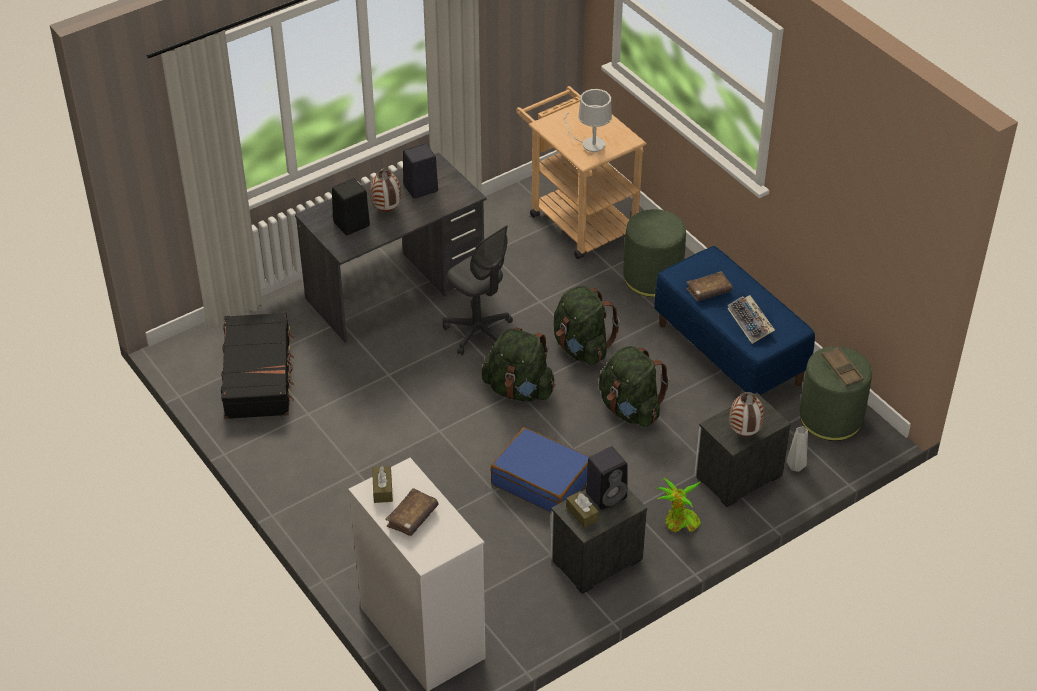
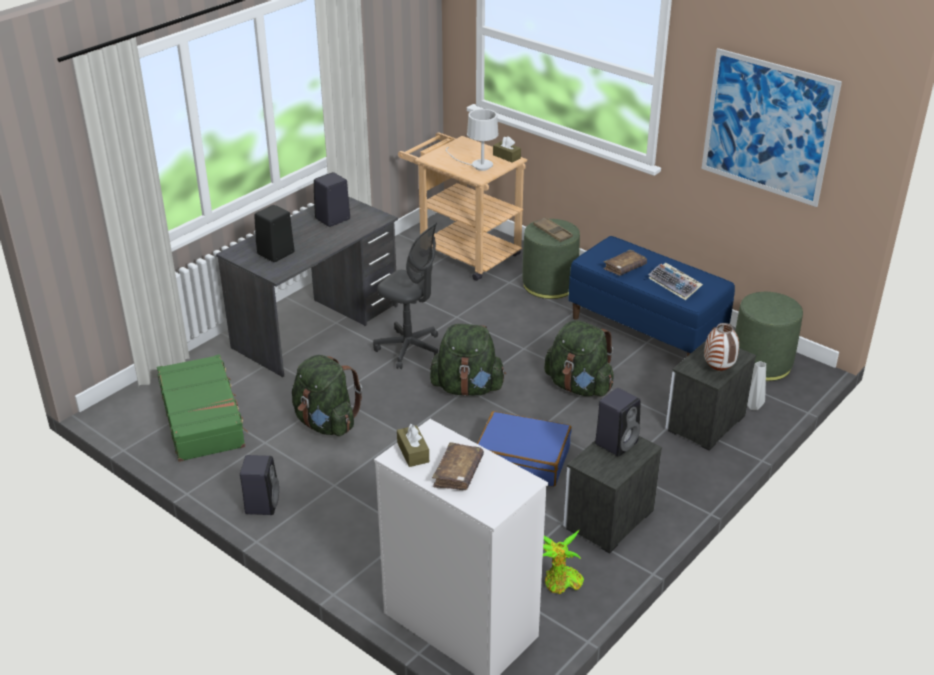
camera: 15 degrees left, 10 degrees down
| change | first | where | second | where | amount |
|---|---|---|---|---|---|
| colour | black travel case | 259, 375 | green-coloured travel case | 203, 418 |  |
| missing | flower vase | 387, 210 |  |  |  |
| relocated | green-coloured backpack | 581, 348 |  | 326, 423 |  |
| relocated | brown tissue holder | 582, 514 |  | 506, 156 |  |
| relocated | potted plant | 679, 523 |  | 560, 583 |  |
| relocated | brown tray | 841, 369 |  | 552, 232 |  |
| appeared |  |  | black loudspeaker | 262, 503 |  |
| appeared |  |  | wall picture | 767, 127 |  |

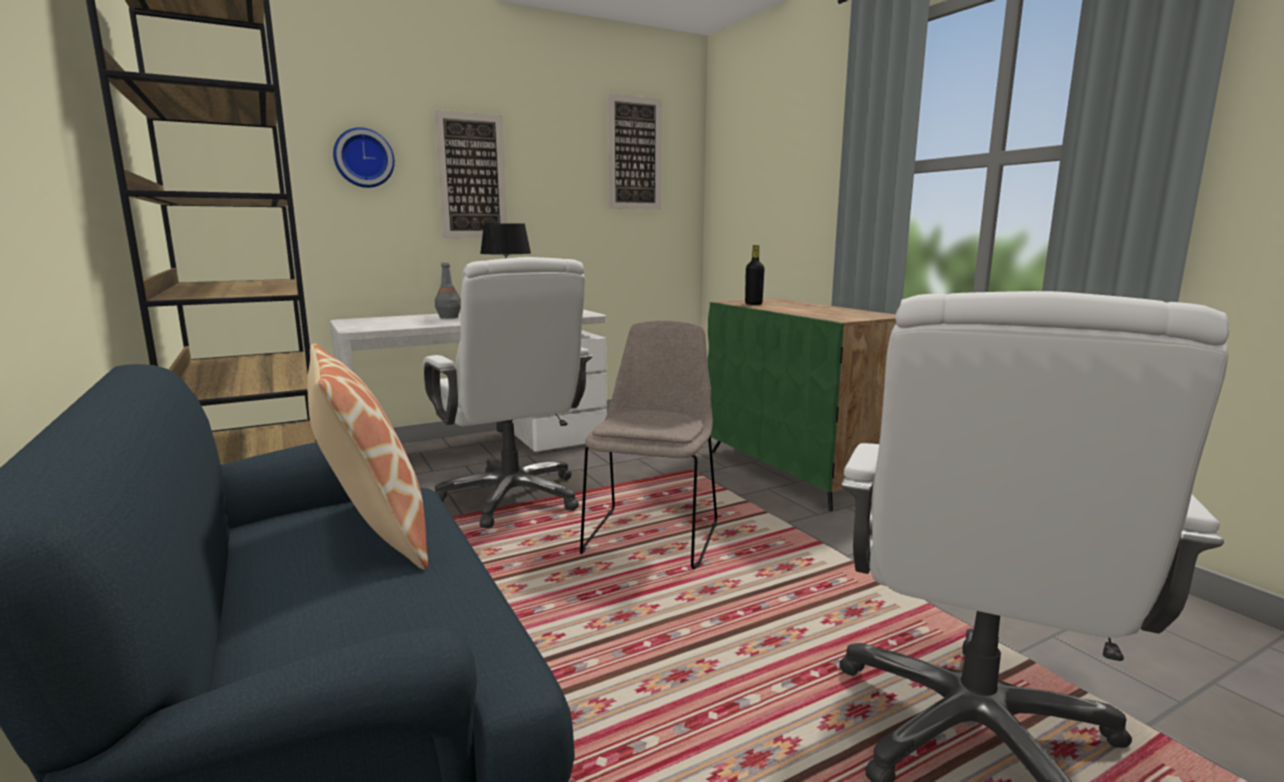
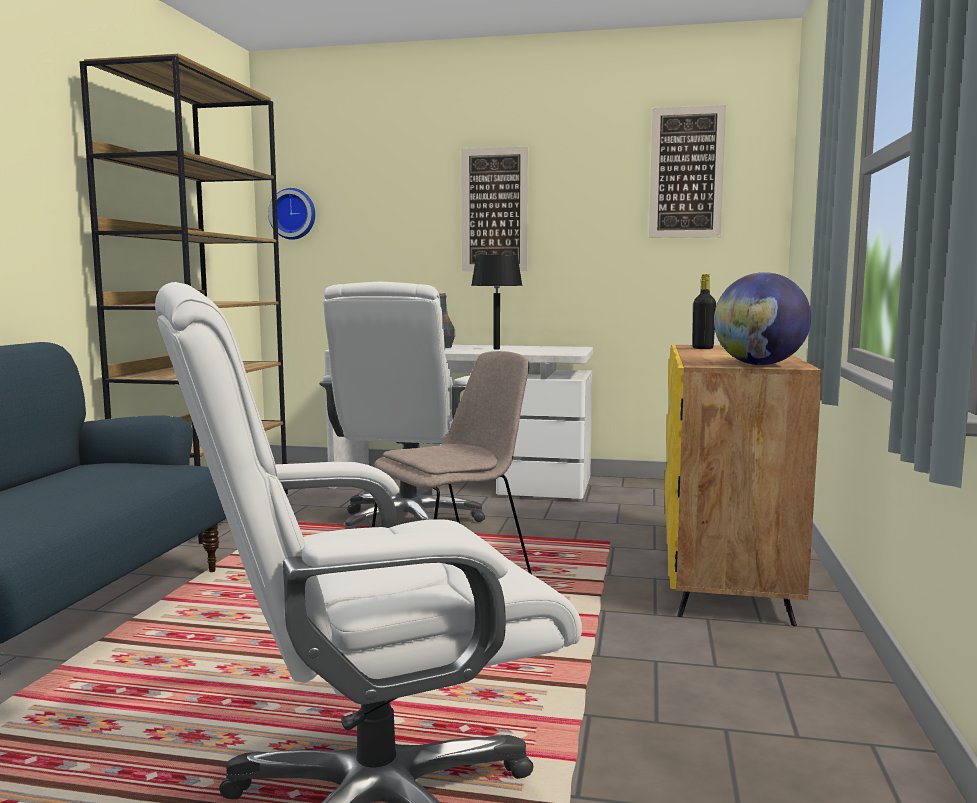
camera: 40 degrees right, 5 degrees down
| change | first | where | second | where | amount |
|---|---|---|---|---|---|
| missing | pillow | 373, 532 |  |  |  |
| relocated | wall clock | 363, 158 |  | 293, 214 |  |
| colour | green-coloured cupboard | 794, 472 | yellowish cupboard | 725, 572 |  |
| appeared |  |  | globe | 759, 364 |  |

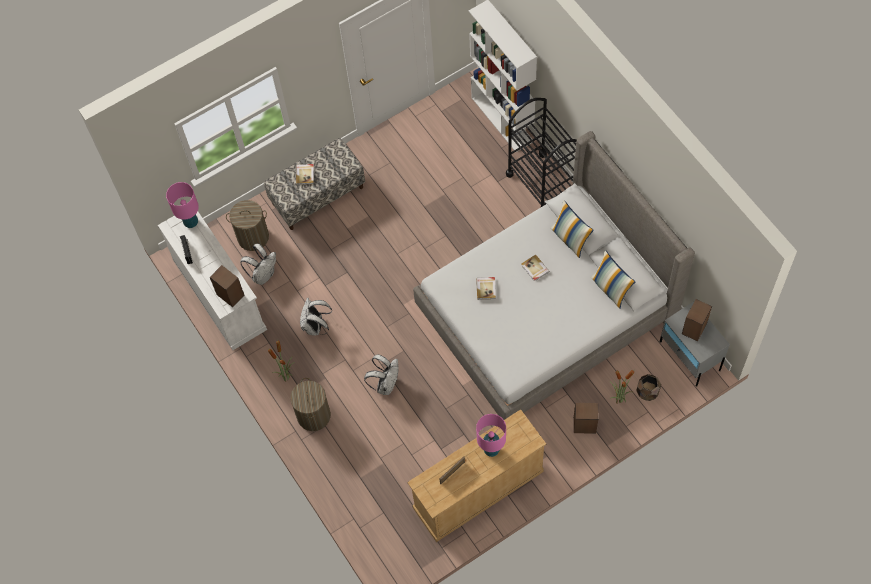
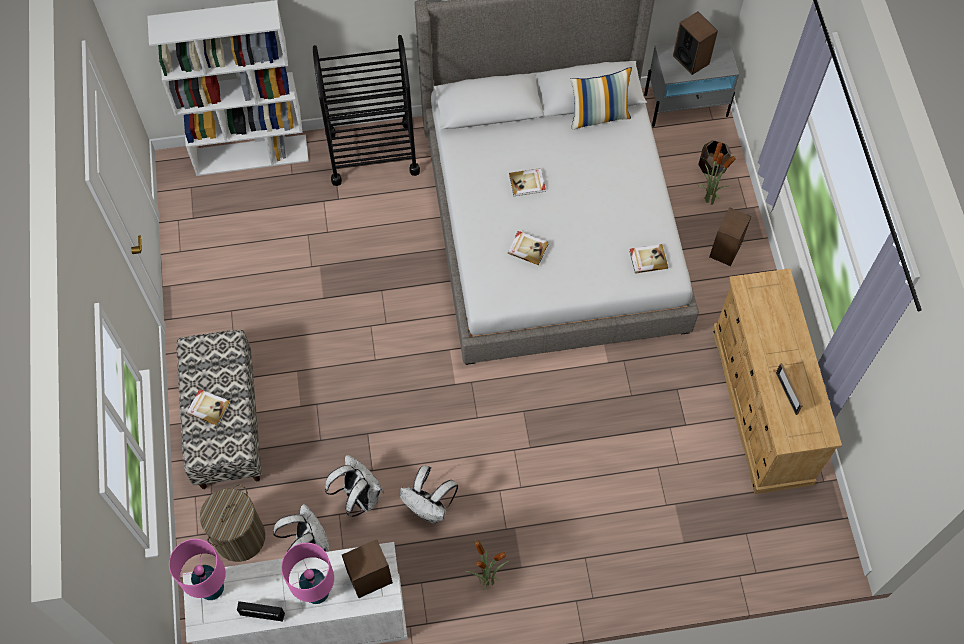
camera: 70 degrees left, 0 degrees up
| change | first | where | second | where | amount |
|---|---|---|---|---|---|
| missing | hamper | 313, 415 |  |  |  |
| relocated | whitish backpack | 386, 384 |  | 359, 496 |  |
| relocated | pinkish tabletop lamp | 491, 449 |  | 316, 592 |  |
| missing | pillow | 570, 239 |  |  |  |
| appeared |  |  | book | 647, 259 |  |

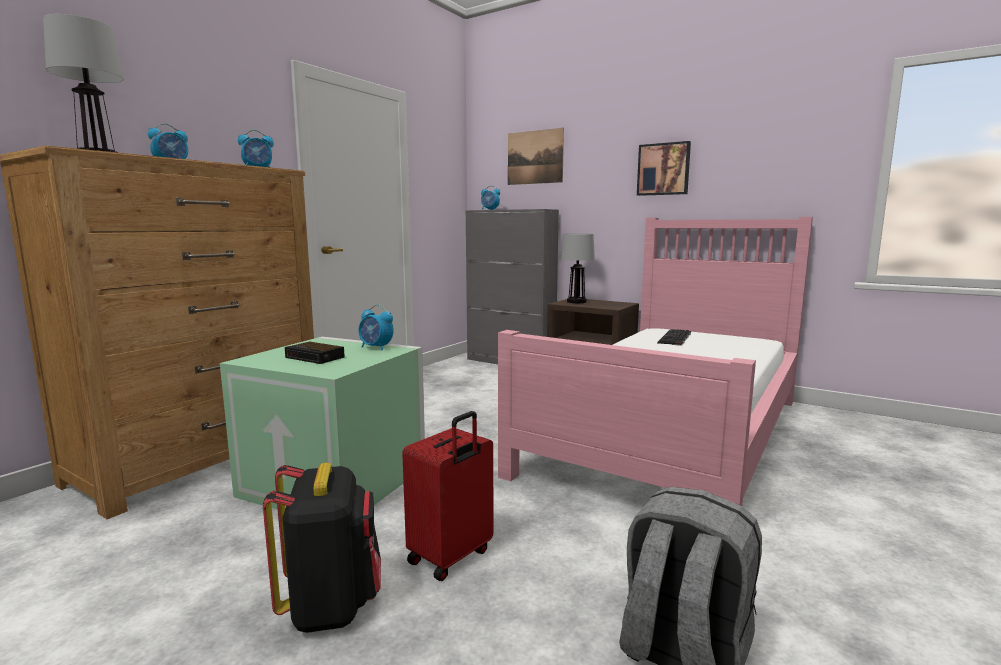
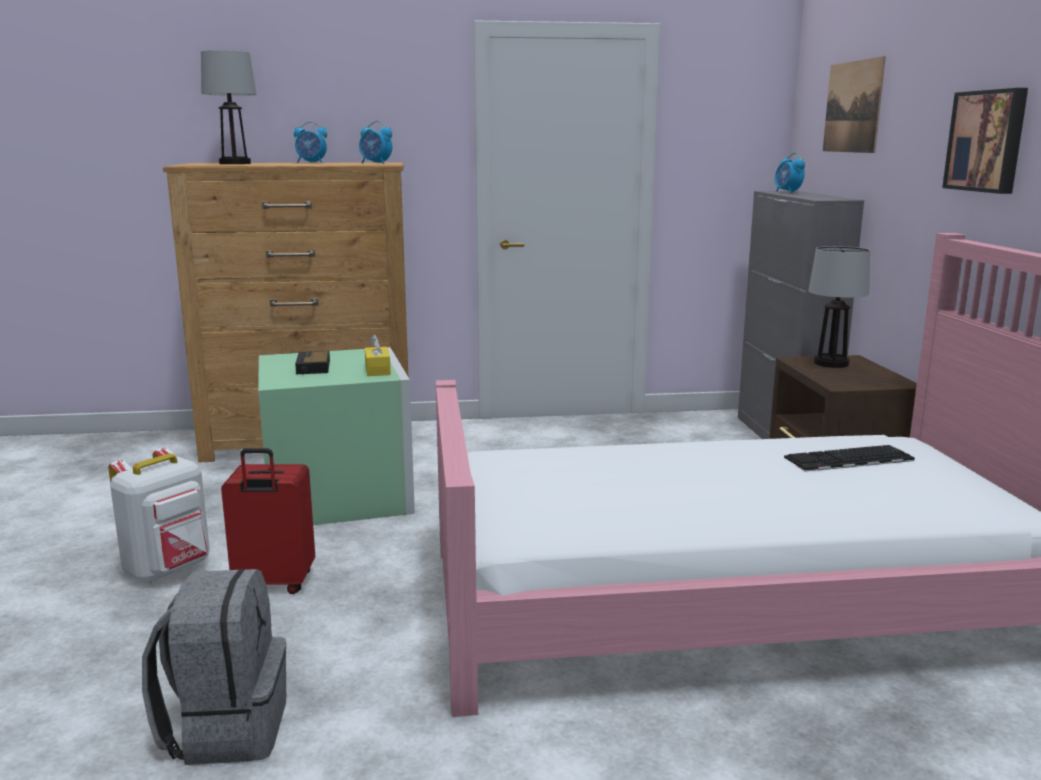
camera: 50 degrees right, 5 degrees up
| change | first | where | second | where | amount |
|---|---|---|---|---|---|
| colour | black backpack | 331, 606 | whitish backpack | 169, 570 |  |
| exchanged | alarm clock | 376, 347 | yellowish tissue holder | 377, 370 |  |

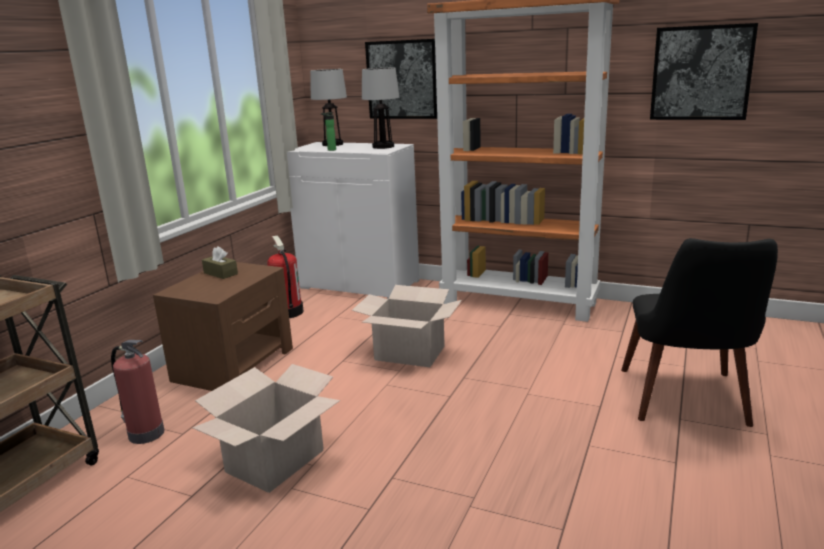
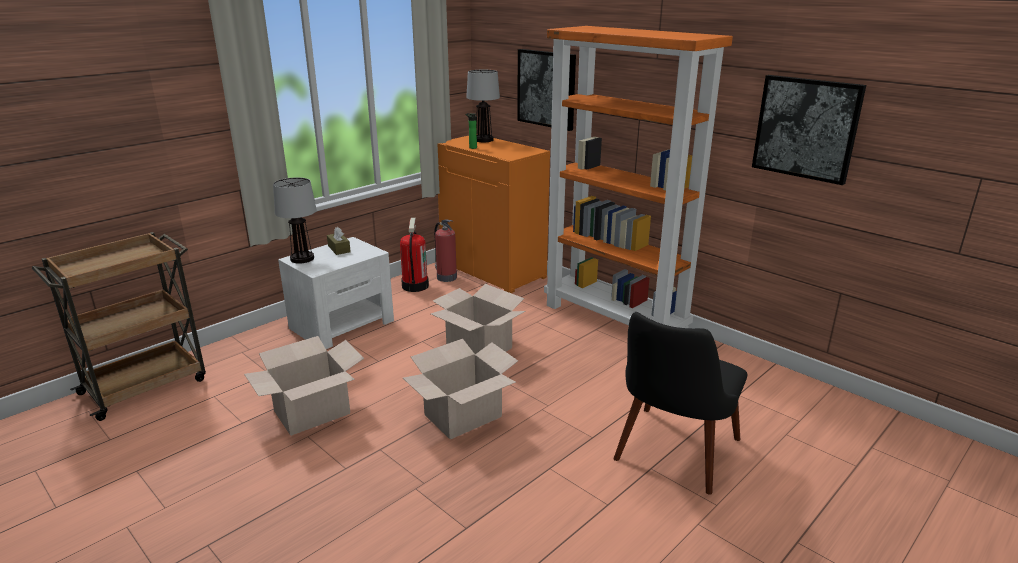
camera: 20 degrees right, 5 degrees up
| change | first | where | second | where | amount |
|---|---|---|---|---|---|
| relocated | fire extinguisher | 145, 433 |  | 446, 277 |  |
| colour | brown nightstand | 234, 364 | whitish nightstand | 342, 324 |  |
| colour | whitish cupboard | 360, 284 | orange-coloured cupboard | 494, 270 |  |
| relocated | tabletop lamp | 383, 146 |  | 302, 258 |  |
| appeared |  |  | carton | 463, 415 |  |

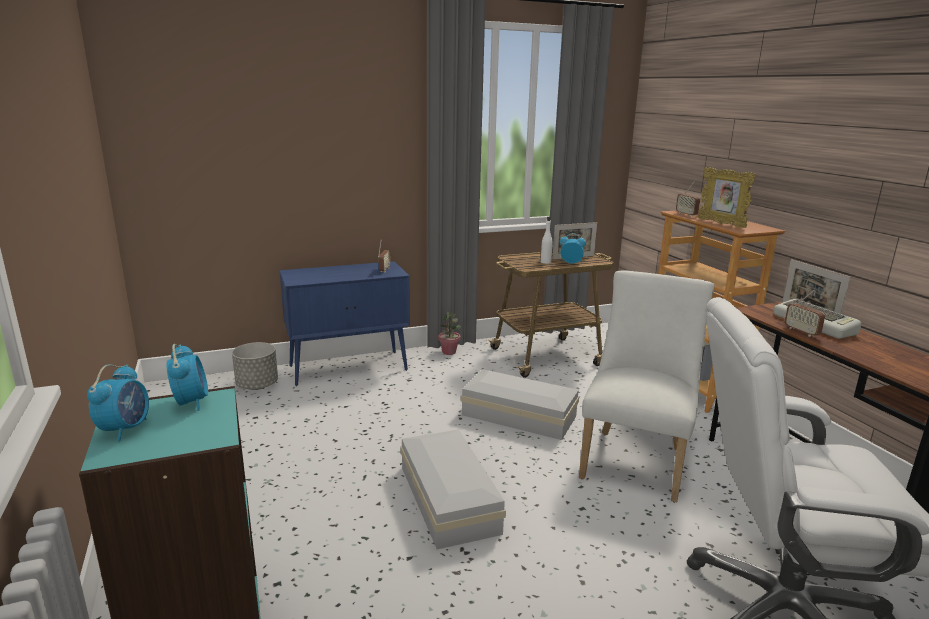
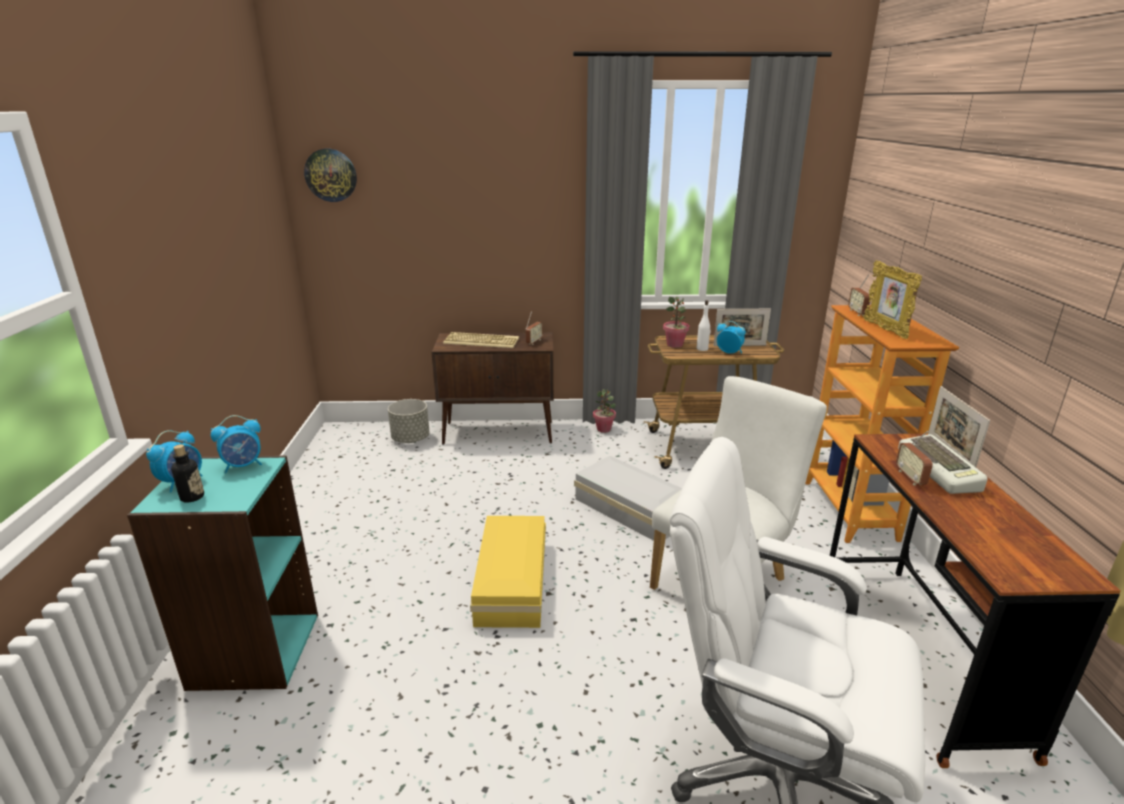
camera: 20 degrees right, 5 degrees up
| change | first | where | second | where | amount |
|---|---|---|---|---|---|
| spun | alarm clock | 191, 402 |  | 243, 466 | 60 degrees clockwise |
| colour | bluish cupboard | 349, 368 | brown cupboard | 499, 433 |  |
| colour | whitish storage bin | 449, 497 | yellowish storage bin | 513, 580 |  |
| appeared |  |  | beverage bottle | 192, 497 |  |
| appeared |  |  | wall clock | 331, 175 |  |
| appeared |  |  | computer keyboard | 482, 341 |  |
| appeared |  |  | potted plant | 675, 345 |  |

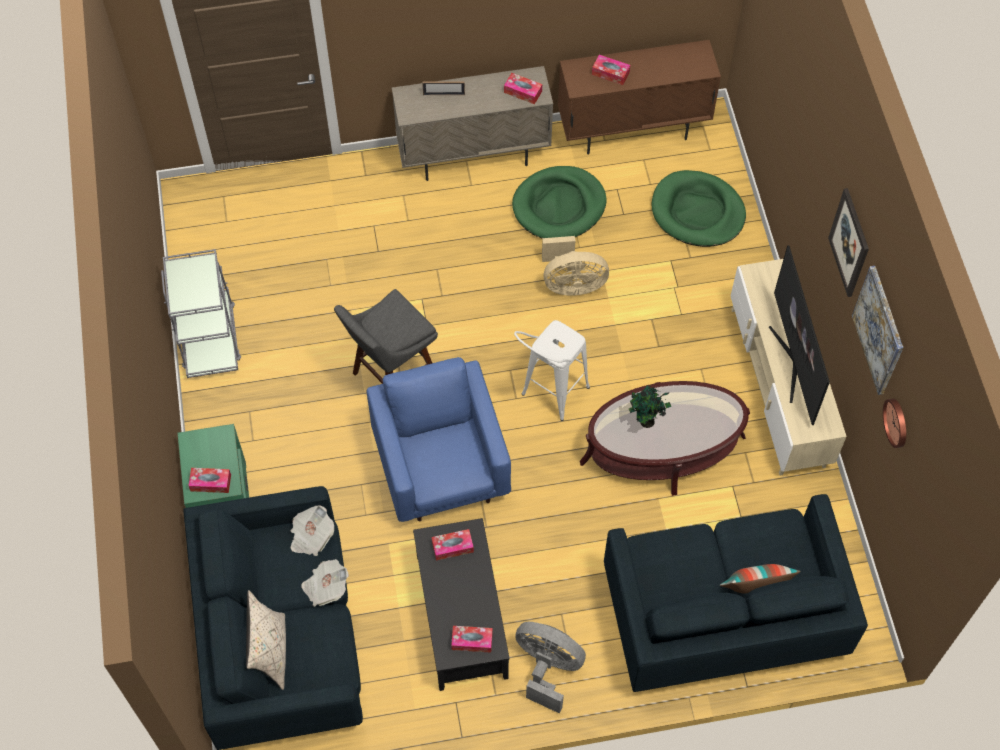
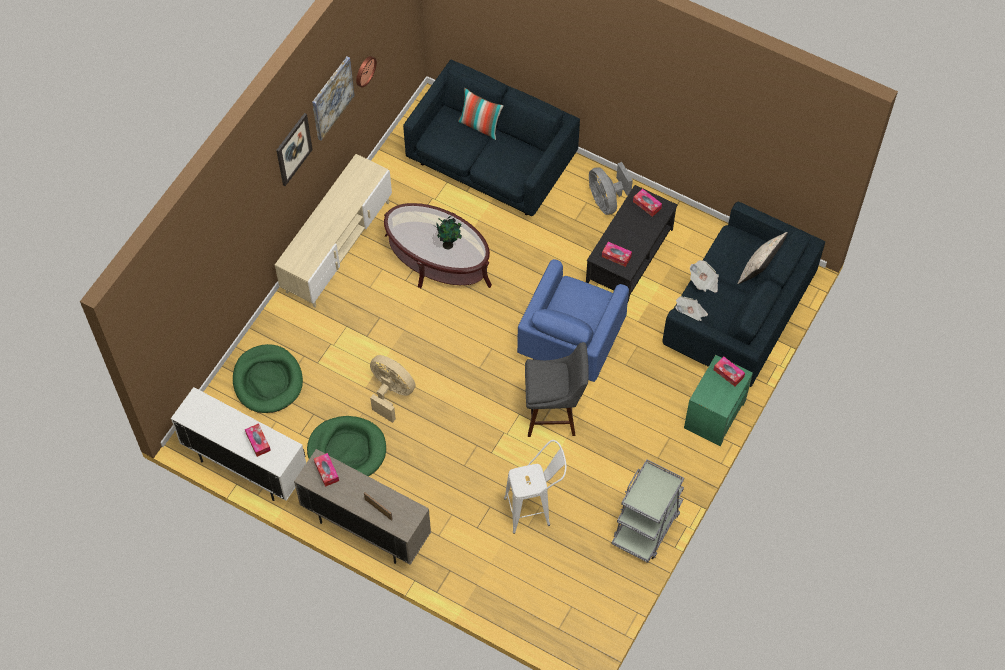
camera: 140 degrees left, 0 degrees up
| change | first | where | second | where | amount |
|---|---|---|---|---|---|
| relocated | whitish stool | 549, 398 |  | 535, 510 |  |
| colour | brown cupboard | 633, 130 | whitish cupboard | 246, 467 |  |
| missing | TV set | 793, 362 |  |  |  |

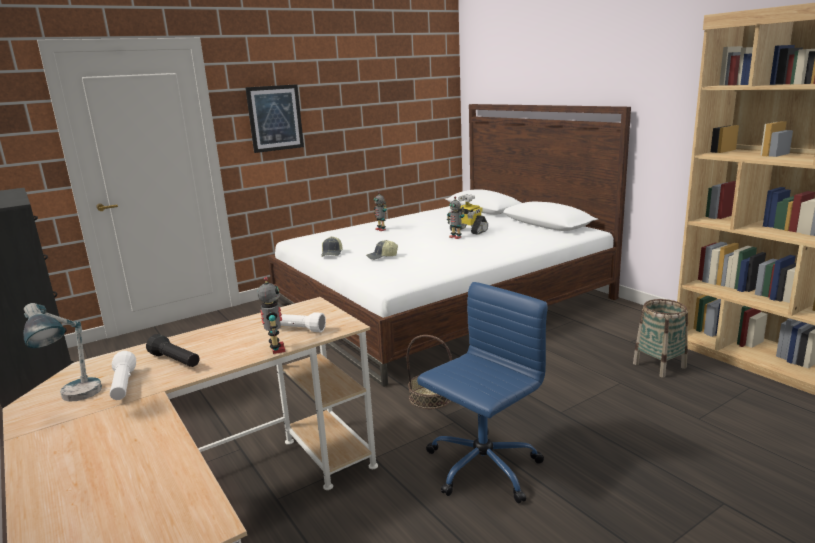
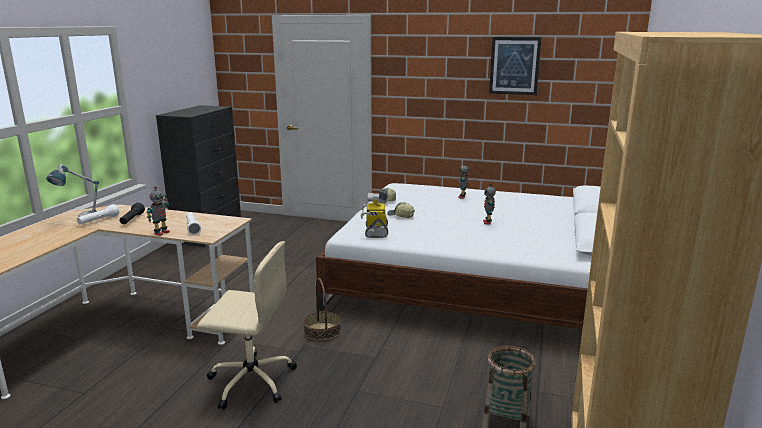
camera: 50 degrees right, 0 degrees up
| change | first | where | second | where | amount |
|---|---|---|---|---|---|
| relocated | wall picture | 275, 118 |  | 514, 65 |  |
| colour | bluish computer chair | 481, 467 | beige computer chair | 250, 381 |  |
| relocated | robot figure | 468, 231 |  | 375, 231 |  |

